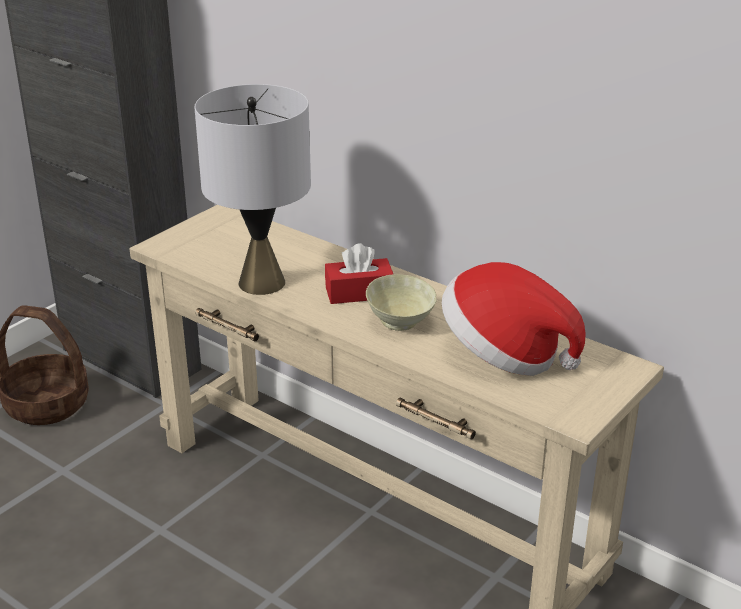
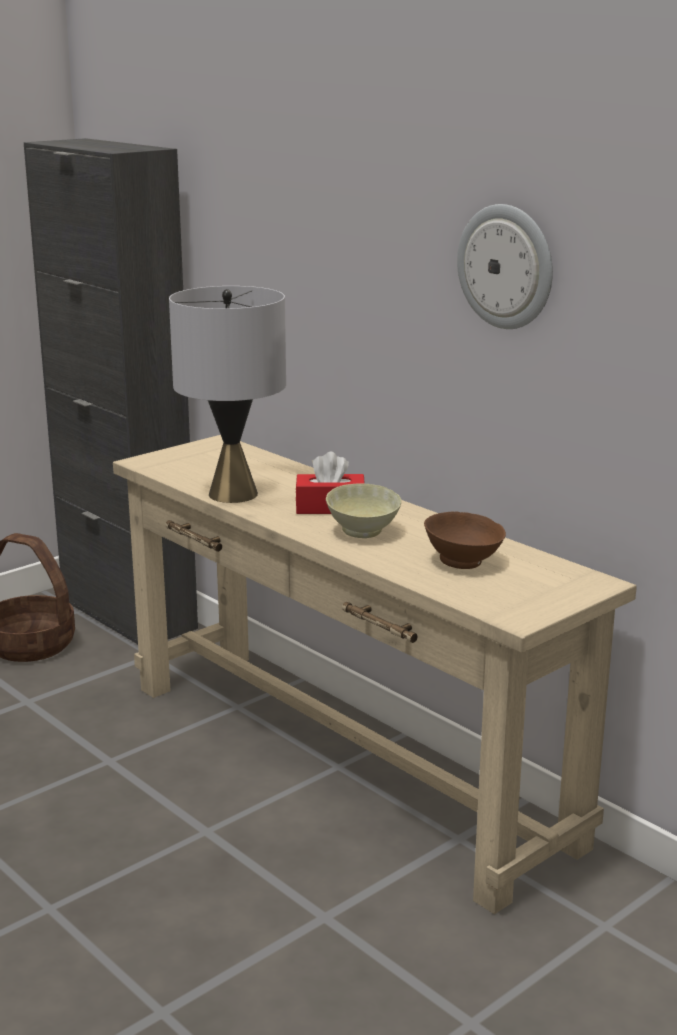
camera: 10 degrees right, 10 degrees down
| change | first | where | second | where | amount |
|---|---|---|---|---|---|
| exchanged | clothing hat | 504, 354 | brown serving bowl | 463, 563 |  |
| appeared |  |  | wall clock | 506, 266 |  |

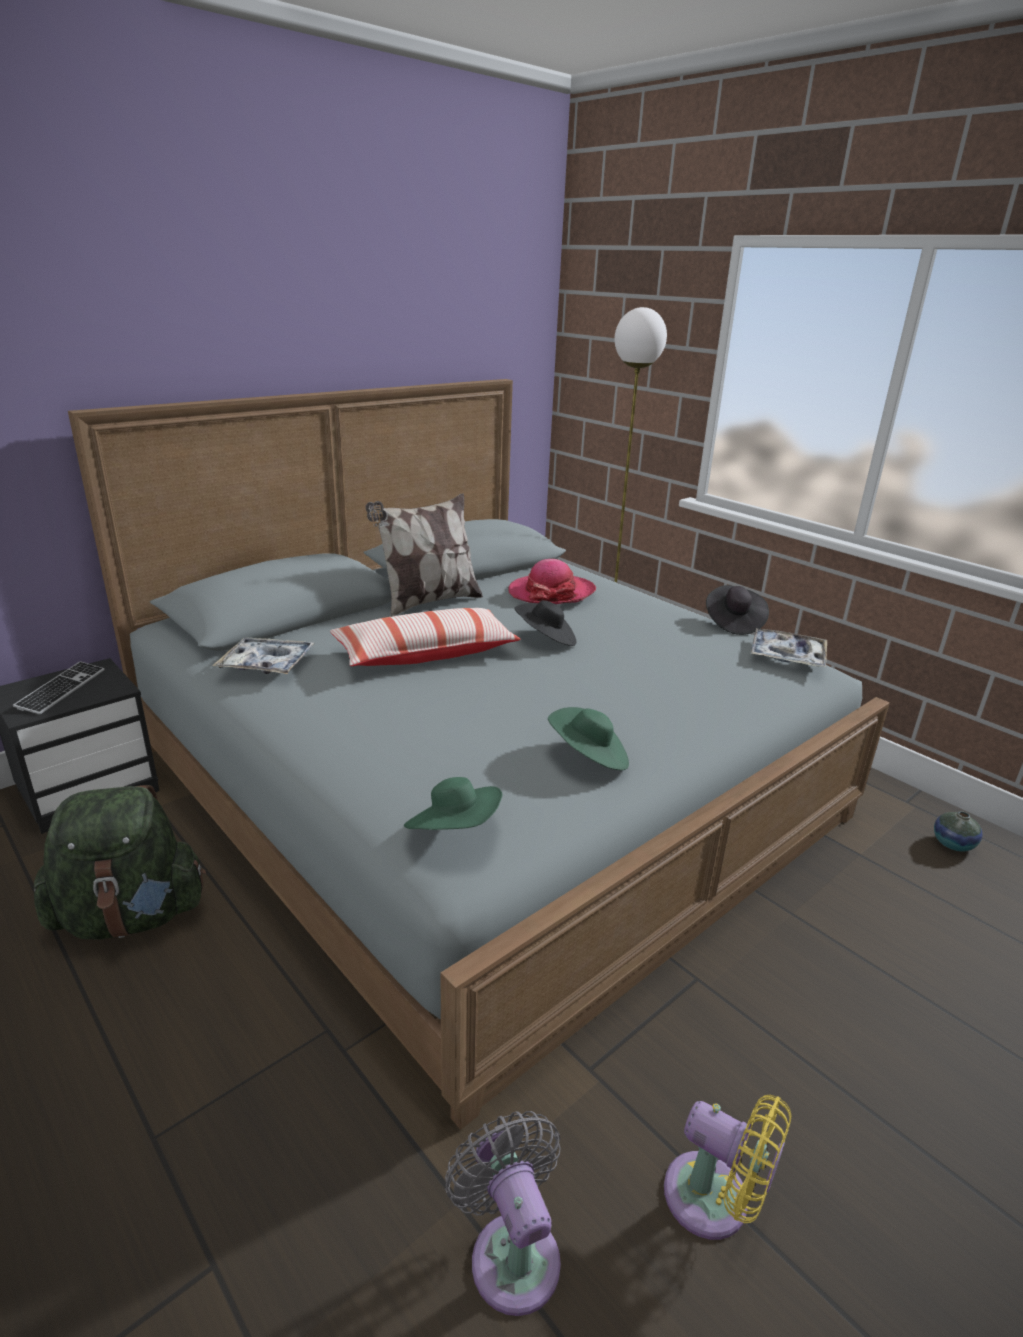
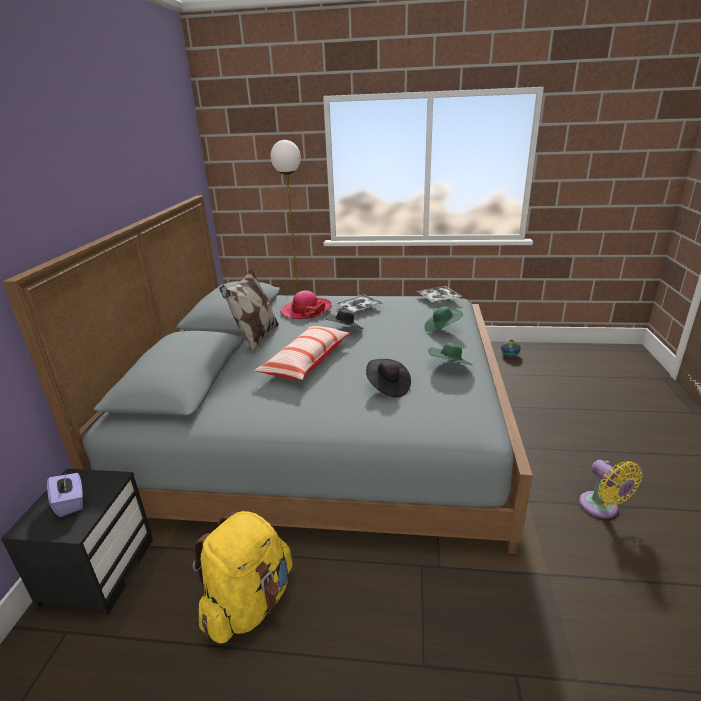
camera: 40 degrees left, 0 degrees up
| change | first | where | second | where | amount |
|---|---|---|---|---|---|
| exchanged | computer keyboard | 61, 689 | purple tissue holder | 70, 502 |  |
| colour | green-coloured backpack | 131, 916 | yellowish backpack | 249, 603 |  |
| relocated | tray | 267, 664 |  | 359, 307 |  |
| relocated | green-coloured clothing hat | 455, 830 |  | 442, 328 |  |
| missing | greyish cooling fan | 511, 1251 |  |  |  |
| spun | yellowish cooling fan | 715, 1201 |  | 601, 508 | 75 degrees clockwise |
| relocated | black clothing hat | 733, 623 |  | 388, 387 |  |

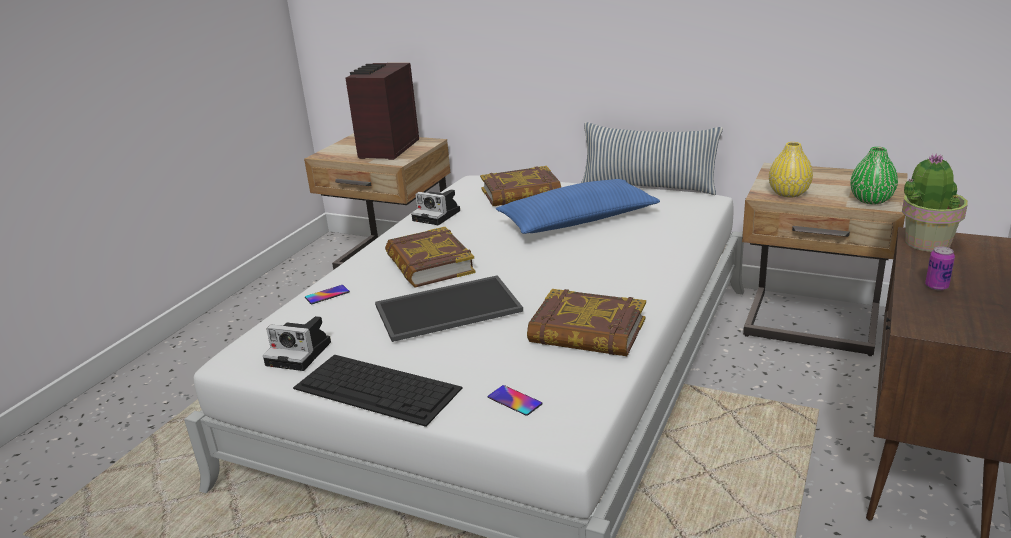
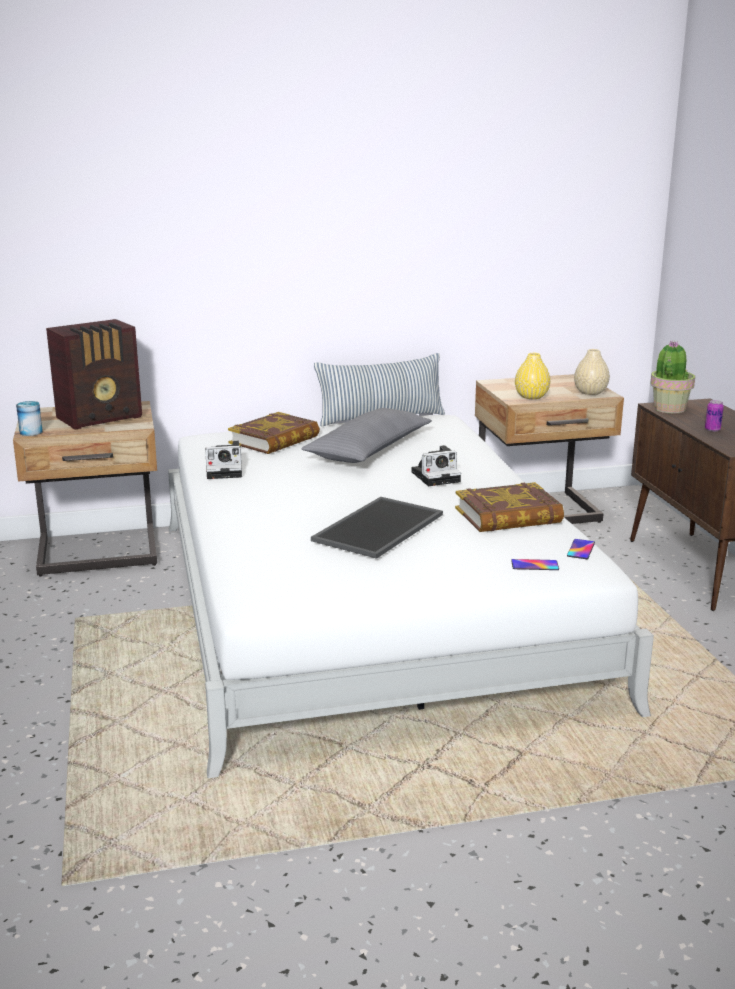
camera: 40 degrees left, 5 degrees down
| change | first | where | second | where | amount |
|---|---|---|---|---|---|
| relocated | still camera | 301, 353 |  | 437, 476 |  |
| missing | computer keyboard | 378, 388 |  |  |  |
| relocated | phone | 327, 295 |  | 580, 549 |  |
| spun | radio | 387, 149 |  | 101, 418 | 105 degrees counterclockwise |
| missing | book | 429, 264 |  |  |  |
| colour | bluish pillow | 577, 221 | greyish pillow | 368, 450 |  |
| colour | green-coloured flower vase | 871, 200 | beige flower vase | 590, 392 |  |
| appeared |  |  | can | 31, 432 |  |

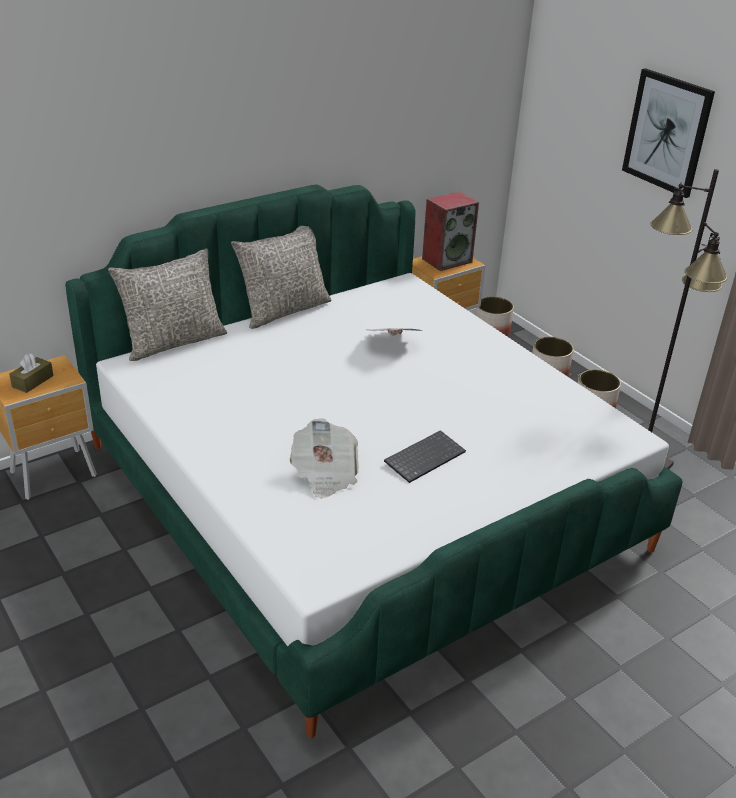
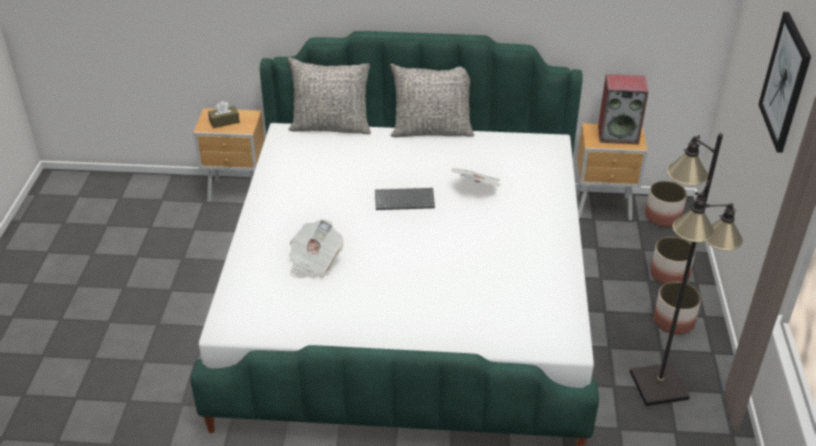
camera: 40 degrees right, 5 degrees up
| change | first | where | second | where | amount |
|---|---|---|---|---|---|
| relocated | computer keyboard | 424, 457 |  | 405, 199 |  |

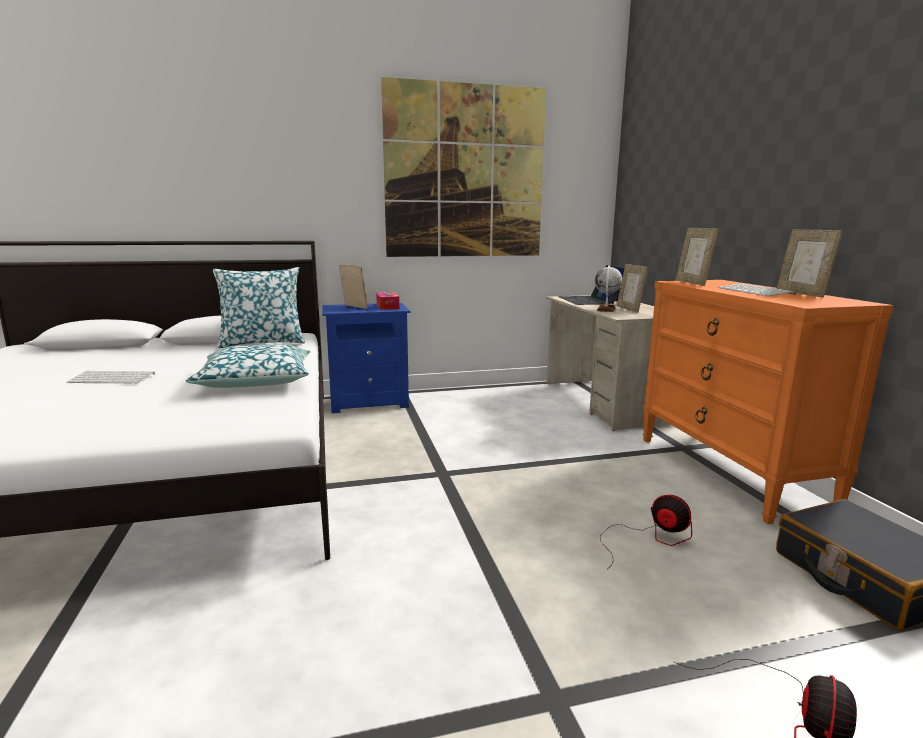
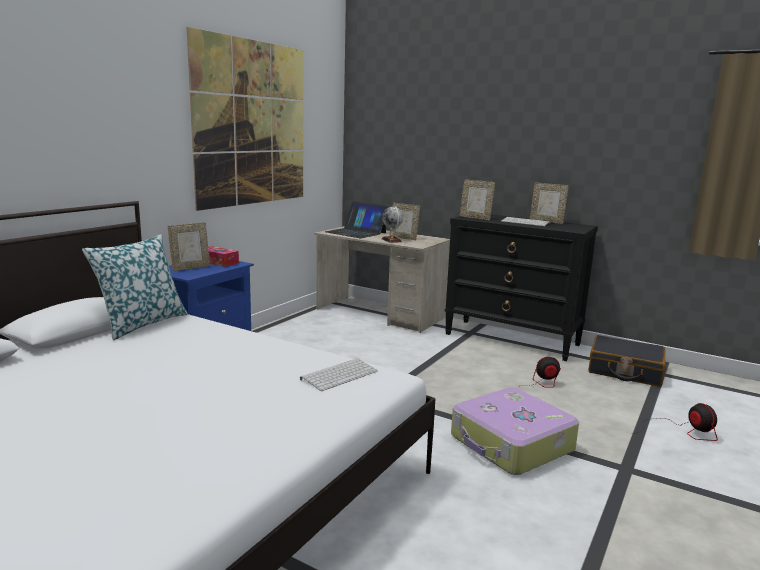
camera: 45 degrees left, 0 degrees up
| change | first | where | second | where | amount |
|---|---|---|---|---|---|
| relocated | computer keyboard | 114, 378 |  | 339, 374 |  |
| missing | pillow | 256, 380 |  |  |  |
| spun | photo frame | 354, 307 |  | 190, 268 | 135 degrees clockwise |
| colour | orange-coloured chest of drawers | 730, 472 | black chest of drawers | 512, 339 |  |
| appeared |  |  | travel case | 511, 444 |  |

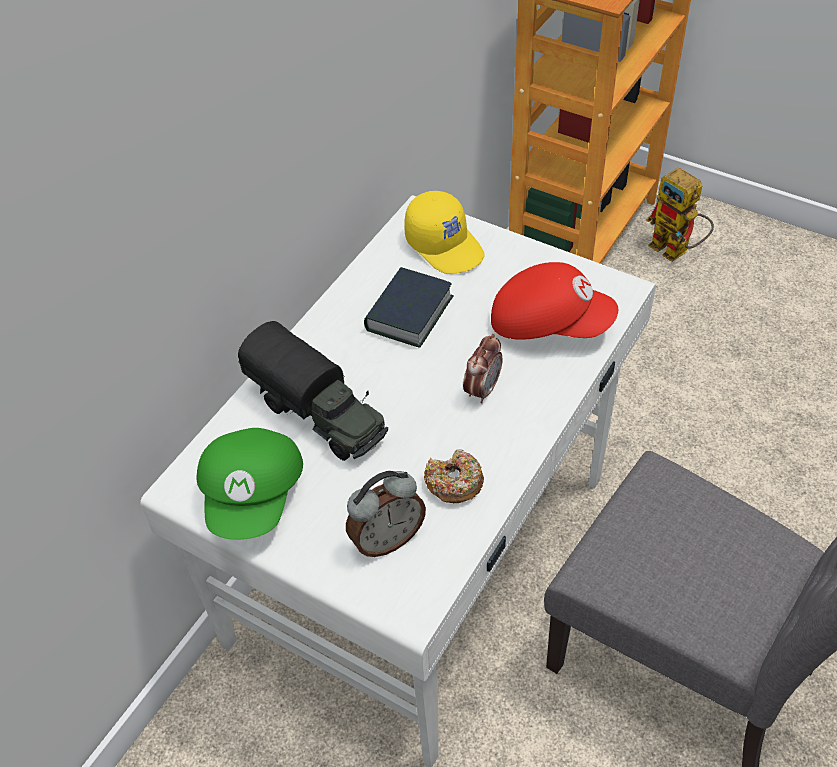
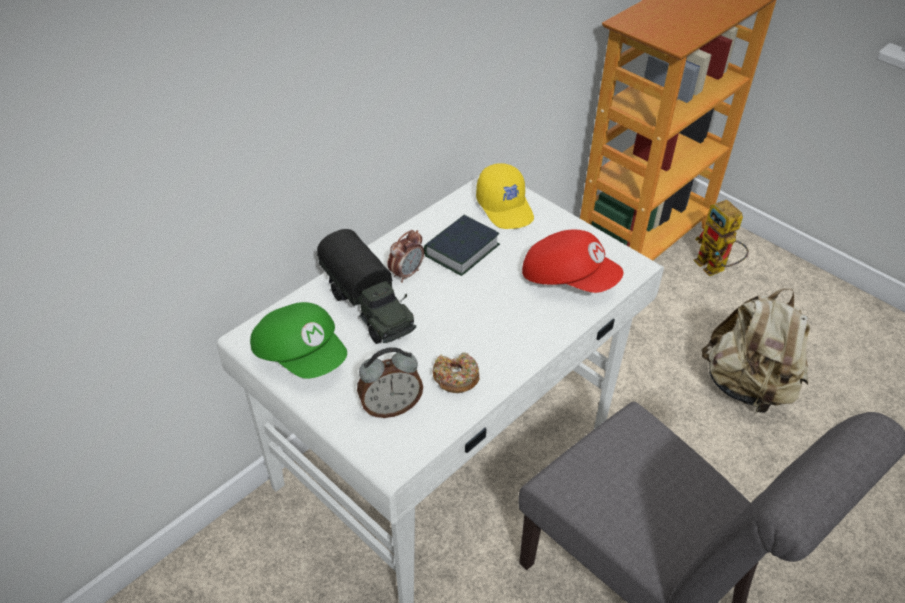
camera: 10 degrees right, 5 degrees down
| change | first | where | second | where | amount |
|---|---|---|---|---|---|
| spun | green-coloured peaked cap | 255, 495 |  | 302, 355 | 60 degrees counterclockwise |
| relocated | alarm clock | 482, 389 |  | 406, 274 |  |
| appeared |  |  | beige backpack | 747, 387 |  |

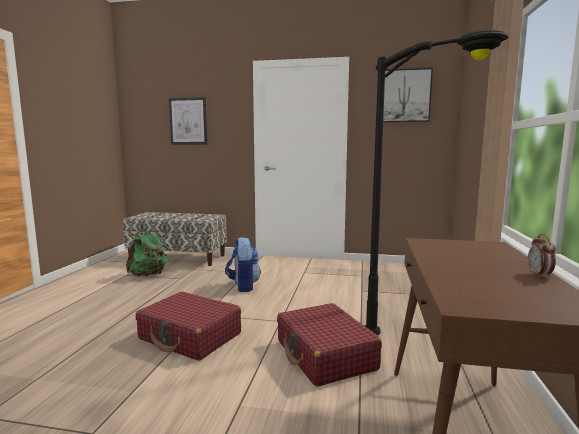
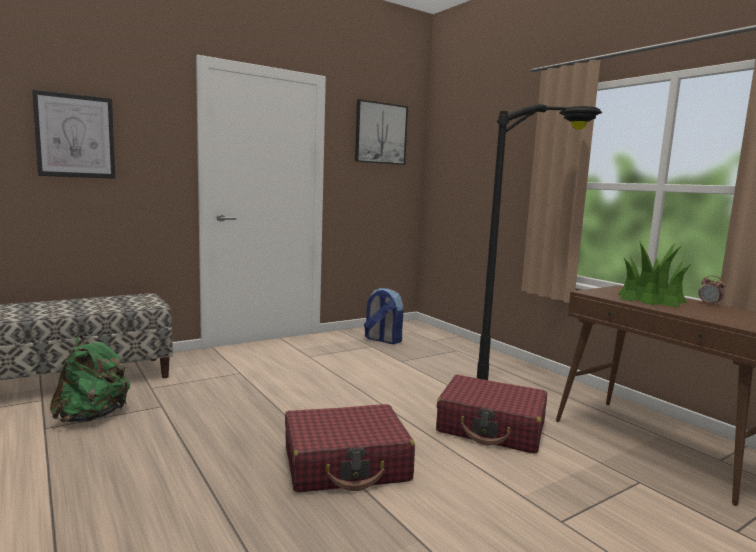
camera: 45 degrees left, 0 degrees up
| change | first | where | second | where | amount |
|---|---|---|---|---|---|
| relocated | backpack | 243, 286 |  | 382, 340 |  |
| appeared |  |  | potted plant | 651, 298 |  |

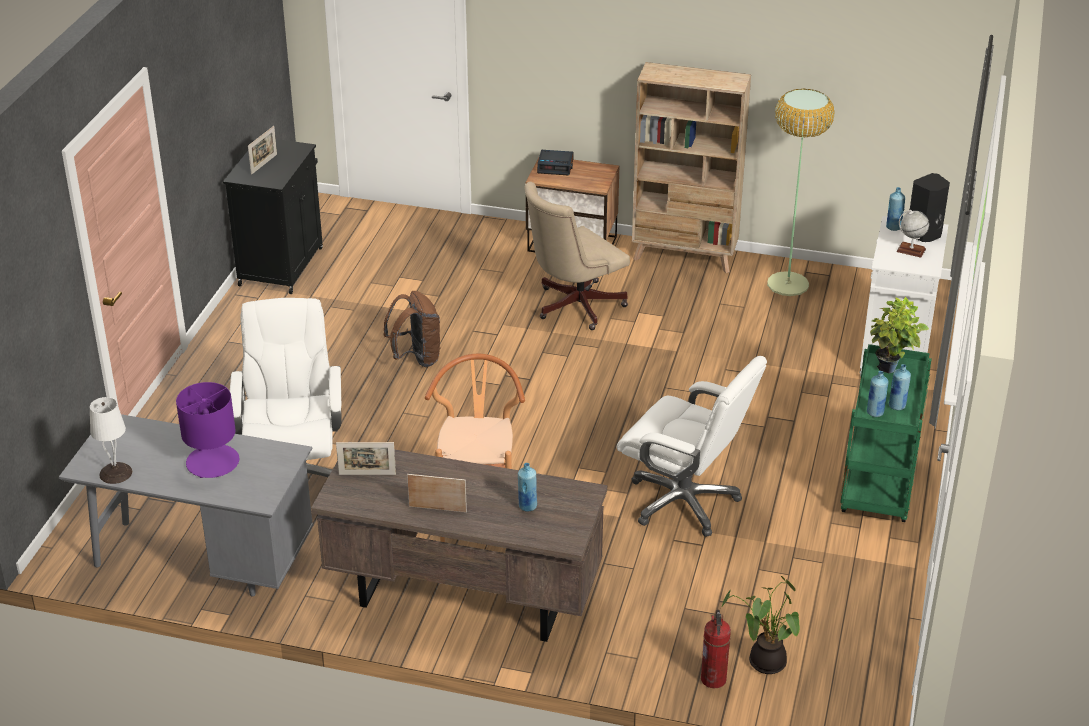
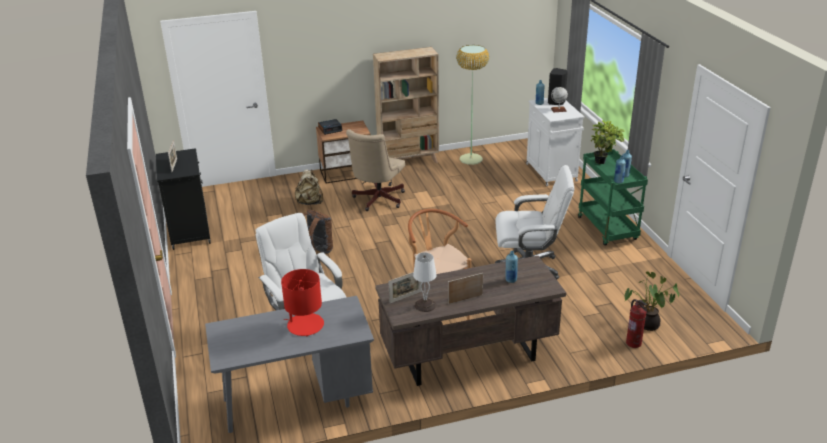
camera: 30 degrees left, 5 degrees down
| change | first | where | second | where | amount |
|---|---|---|---|---|---|
| relocated | whitish tabletop lamp | 116, 473 |  | 425, 305 |  |
| colour | purple tabletop lamp | 212, 462 | red-coloured tabletop lamp | 305, 325 |  |
| appeared |  |  | beige backpack | 310, 202 |  |

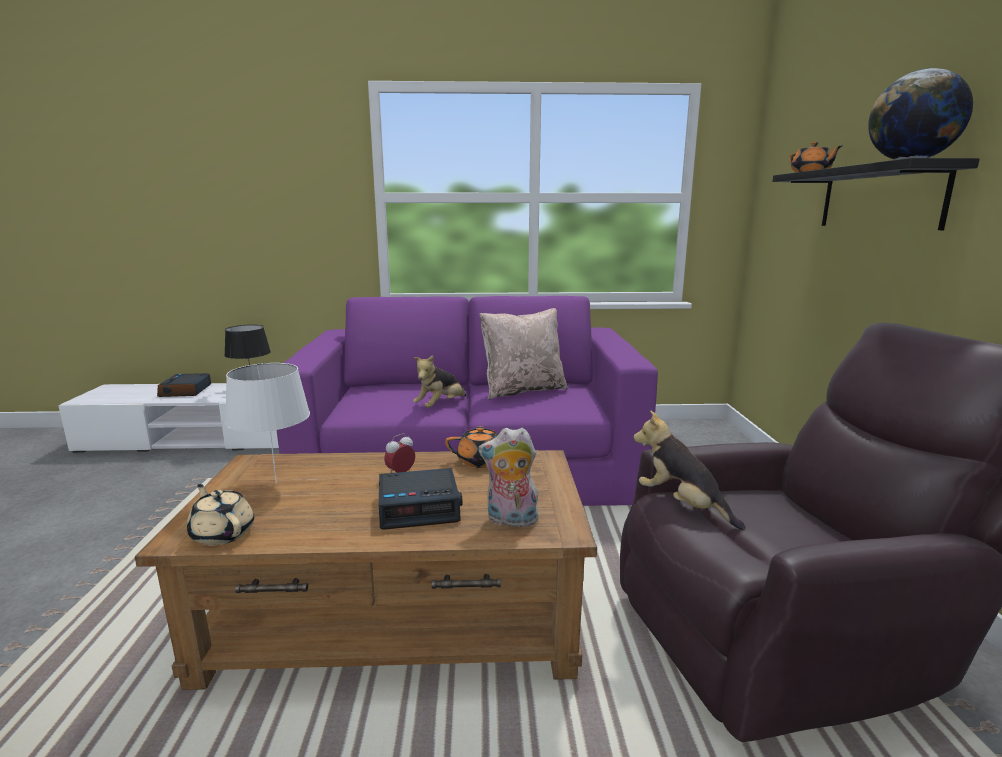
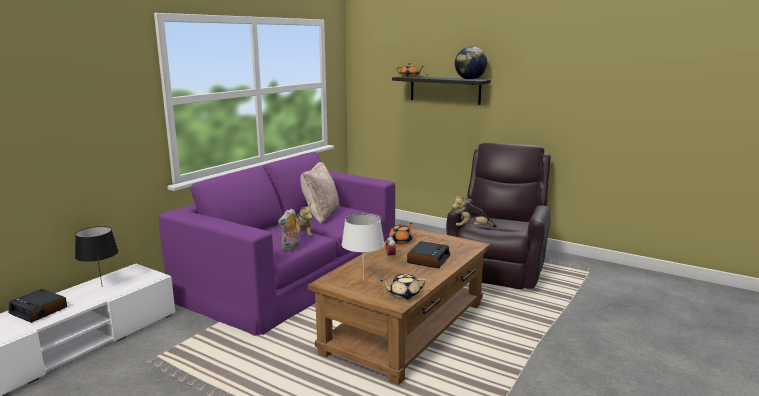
camera: 55 degrees left, 0 degrees up
| change | first | where | second | where | amount |
|---|---|---|---|---|---|
| relocated | soft toy | 510, 520 |  | 290, 248 |  |

